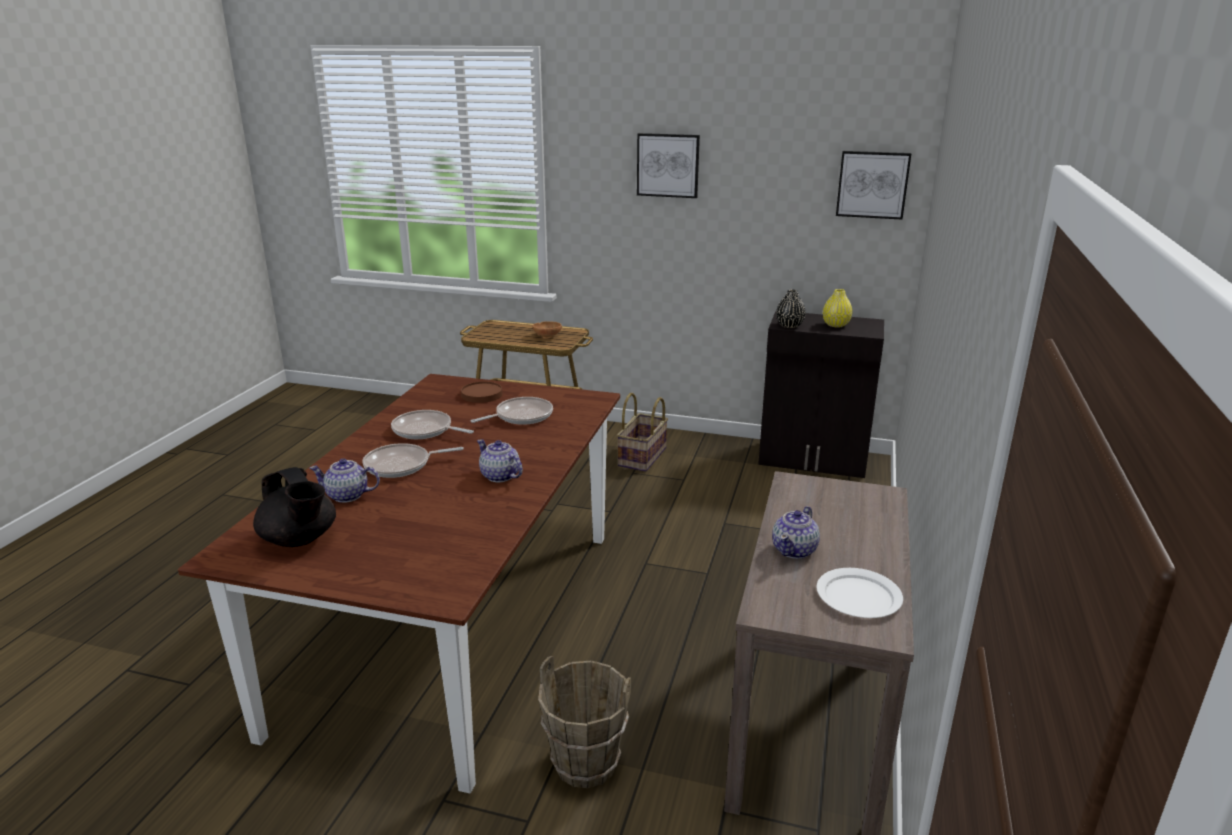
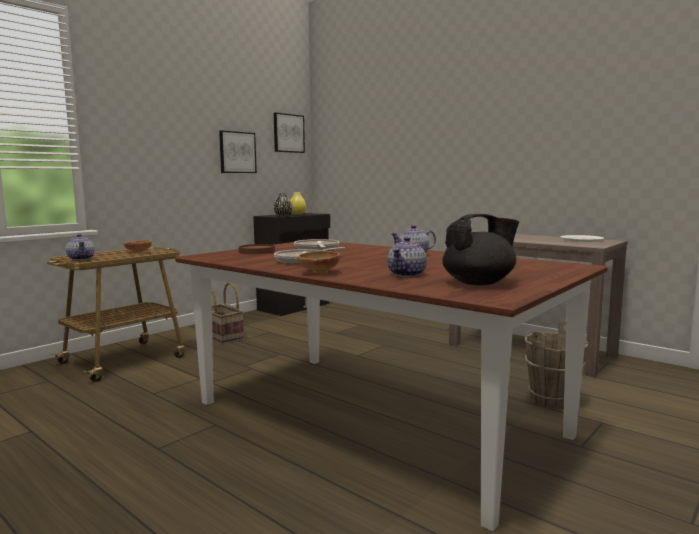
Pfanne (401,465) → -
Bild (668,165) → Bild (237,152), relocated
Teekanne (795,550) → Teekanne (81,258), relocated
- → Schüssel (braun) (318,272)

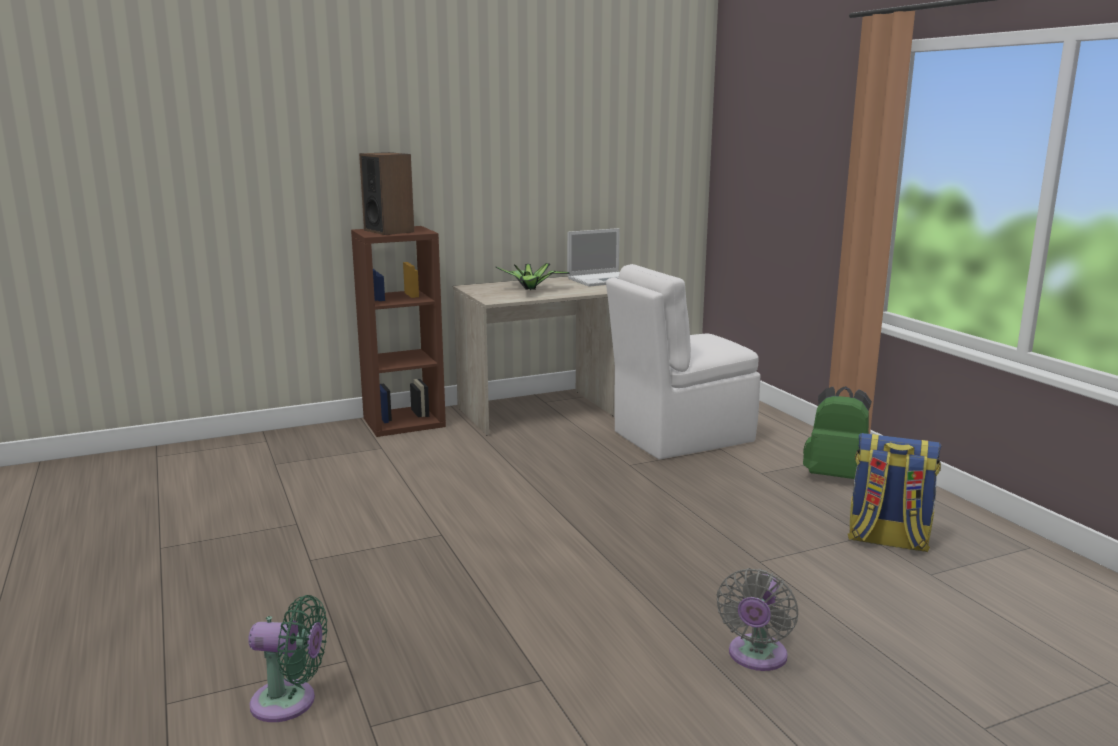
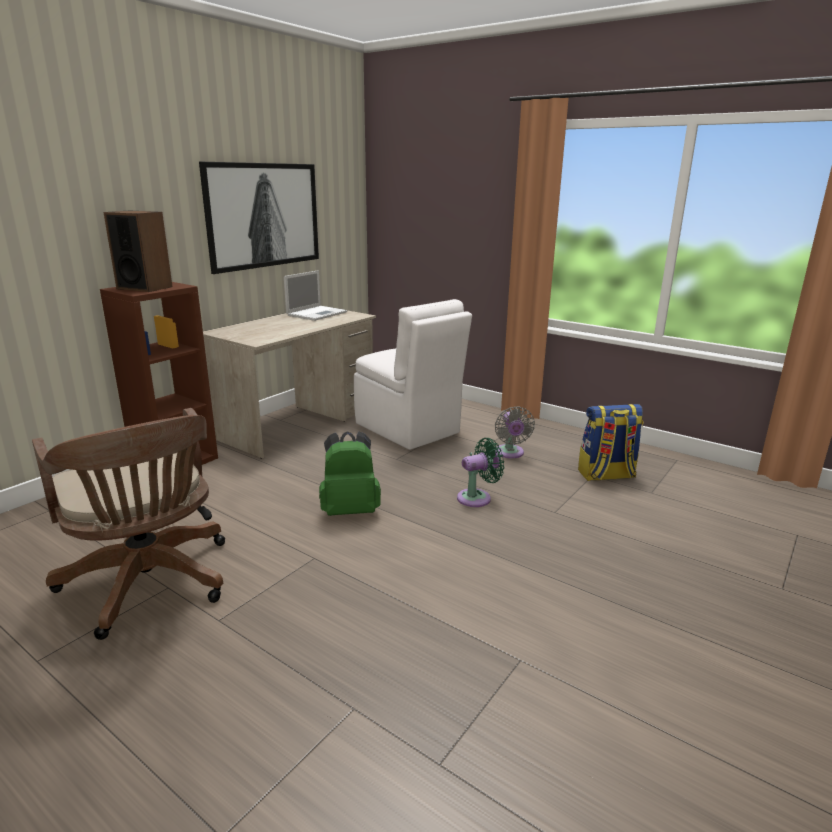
Ventilator (grün) (290,702) → Ventilator (grün) (477,497), relocated
Topfpflanze (532,289) → -
Stuhl (weiß) (679,437) → Stuhl (weiß) (408,429), 75 degrees counterclockwise
Ventilator (grau) (756,657) → Ventilator (grau) (510,453), relocated
Rucksack (grün) (836,476) → Rucksack (grün) (350,510), relocated
- → Bürostuhl (braun) (150,585)
- → Bild (263,215)

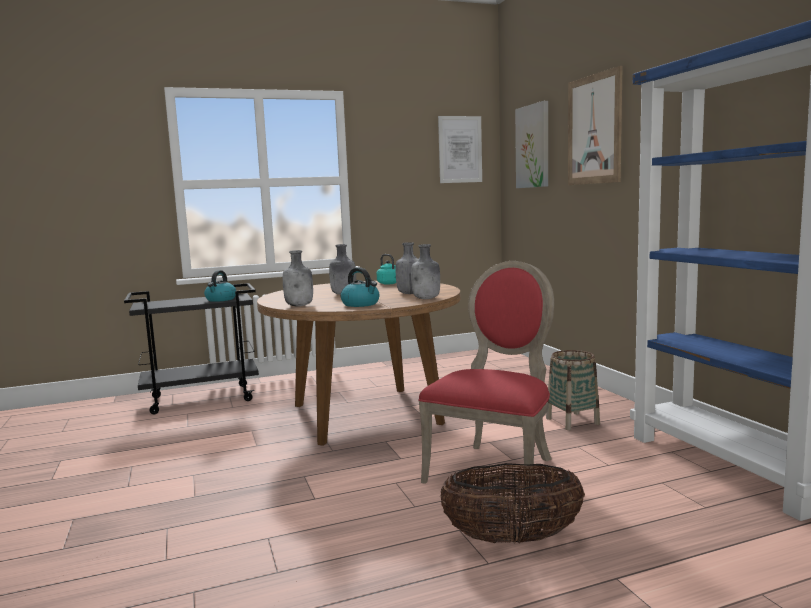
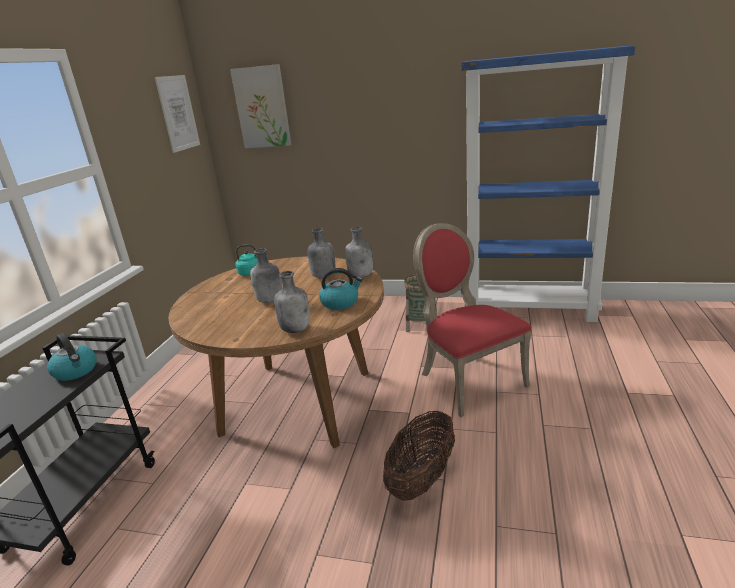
Korb (512,538) → Korb (421,478), relocated
Bild (594,130) → -

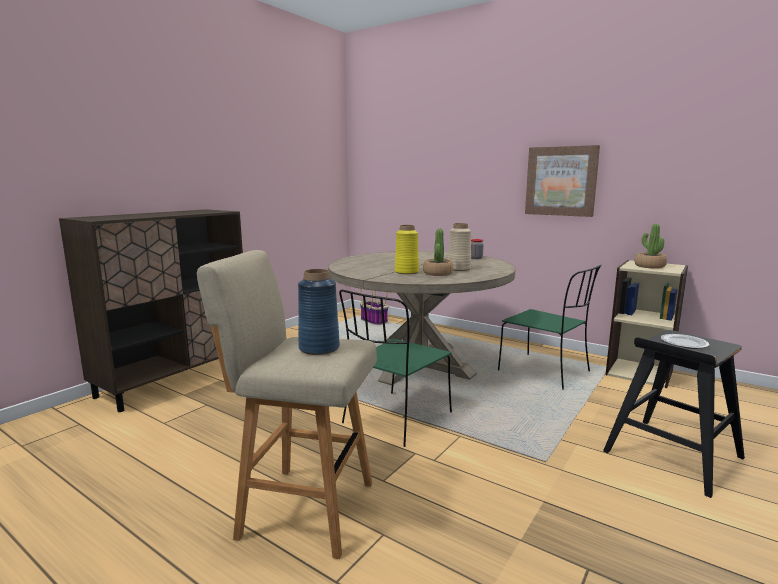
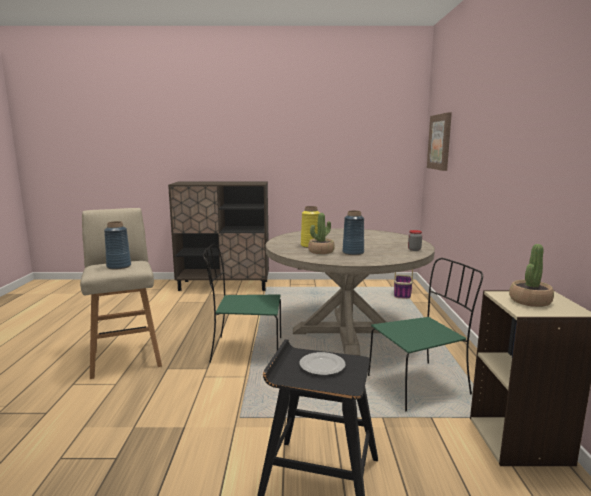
Vase (beige) (459,269) → Vase (blau) (353,252)
Stuhl (grün) (546,372) → Stuhl (grün) (420,384), 120 degrees counterclockwise
Bild (561,181) → Bild (440,142), relocated

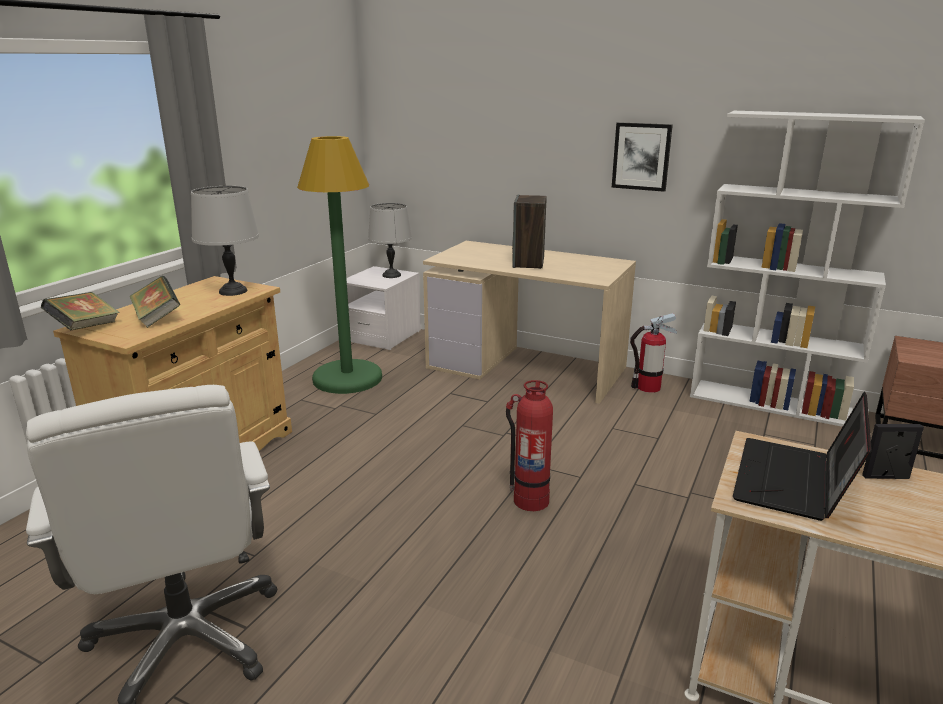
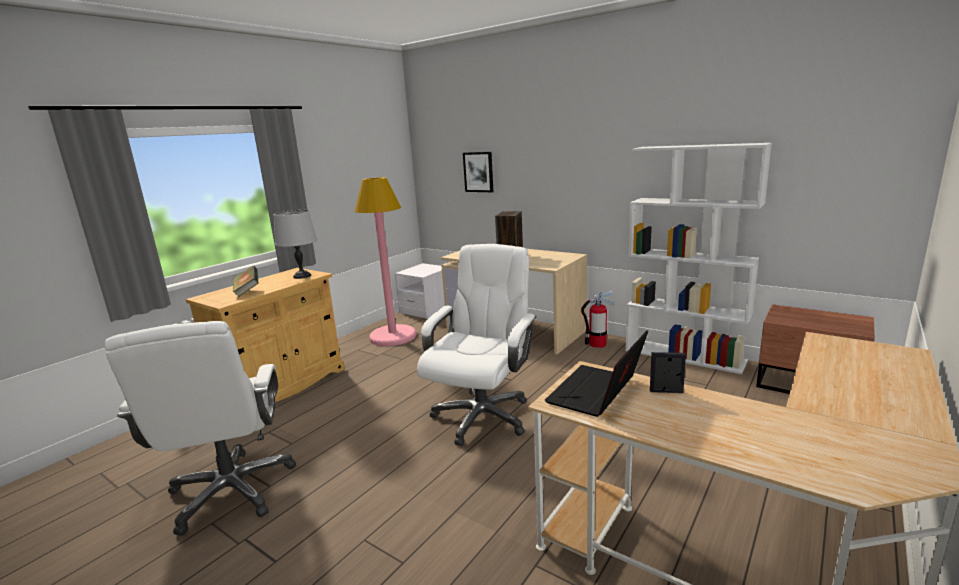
Buch (85,328) → -
Stehlampe (grün) (347,378) → Stehlampe (rosa) (393,336)
Tischlampe (grau) (391,275) → -
Feuerlöscher (530,500) → Bürostuhl (weiß) (482,416)
Bild (641,156) → Bild (478,172), relocated

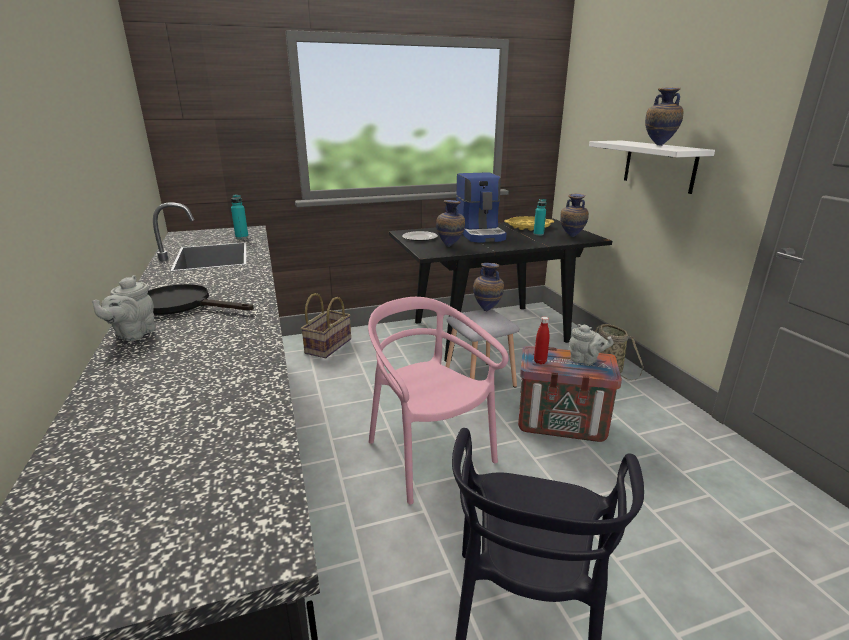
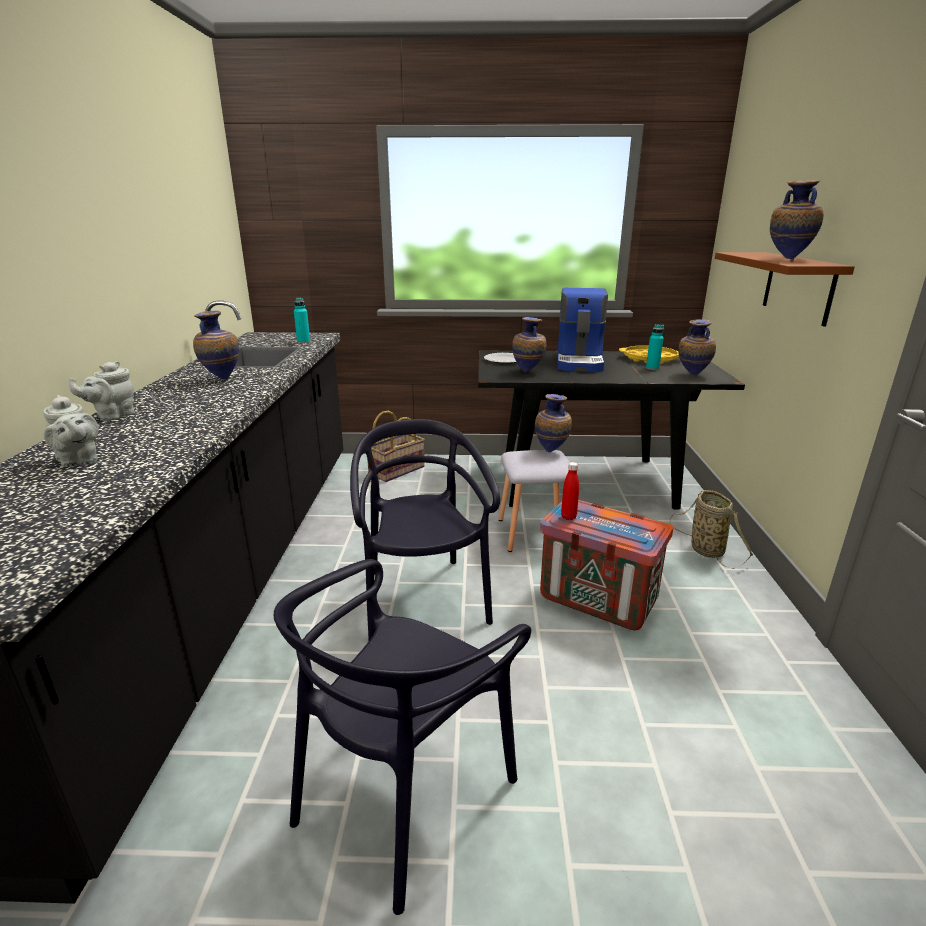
Pfanne (schwarz) (183,305) → -
Stuhl (rosa) (428,455) → Stuhl (schwarz) (423,599)
Teekanne (grau) (585,361) → Teekanne (grau) (78,461), relocated
Wandregal (weiß) (659,165) → Wandregal (braun) (798,287)
- → Vase (221,378)

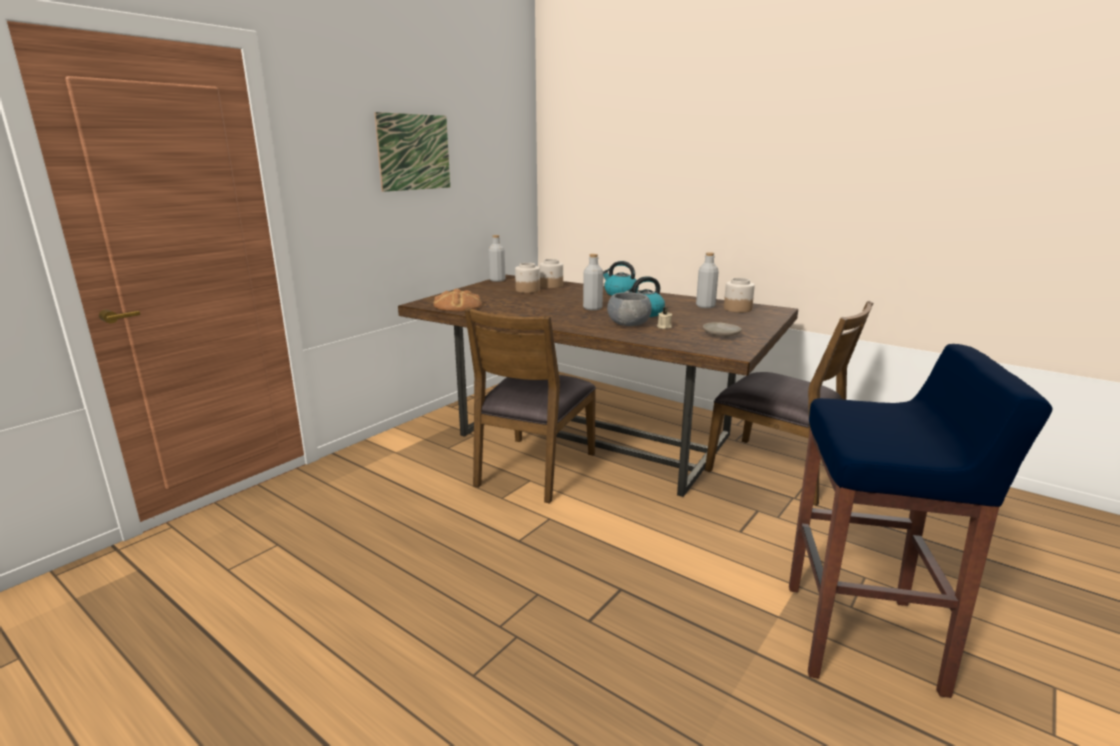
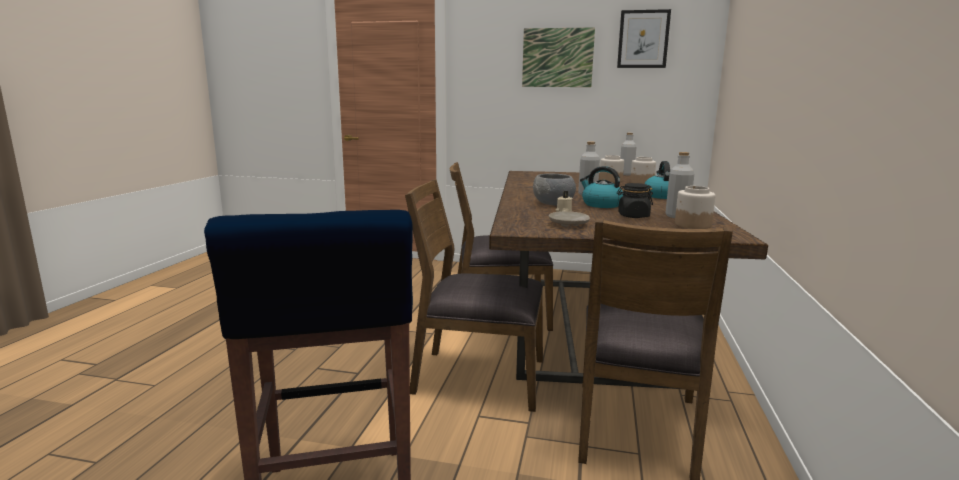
Brot (458,306) → -
- → Stuhl (braun) (478,377)
- → Bild (643,39)
- → Vorratsglas (schwarz) (633,216)

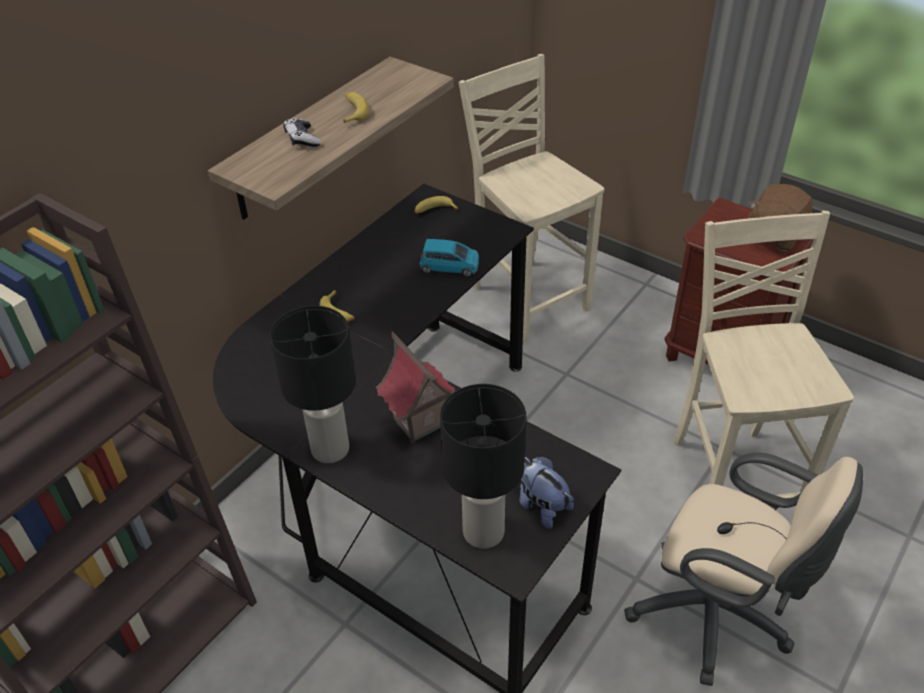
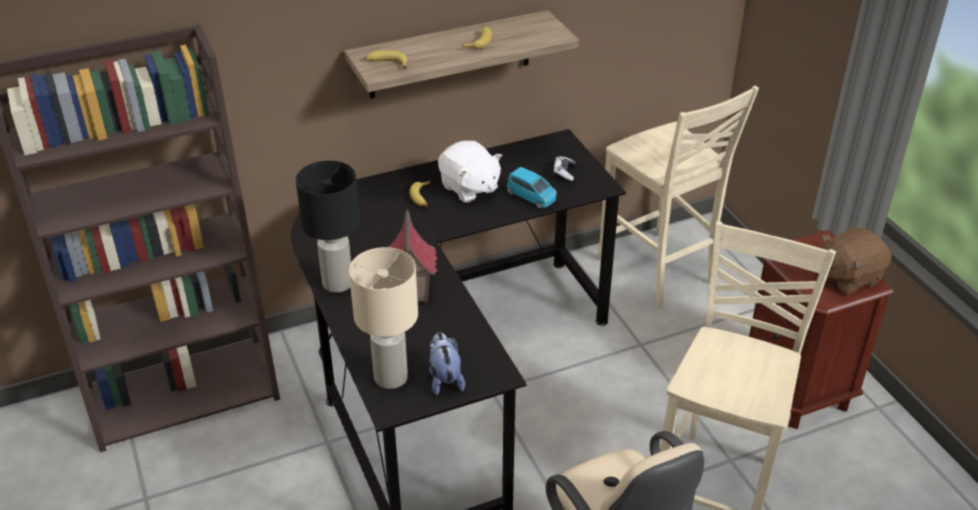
Gamepad (302,139) → Gamepad (564,173), relocated
Banane (434,210) → Banane (387,64), relocated
Tischlampe (schwarz) (484,531) → Tischlampe (beige) (392,377)
Stuhl (beige) (527,297) → Stuhl (beige) (658,272), 150 degrees clockwise
- → Plüschtier (weiß) (469,188)

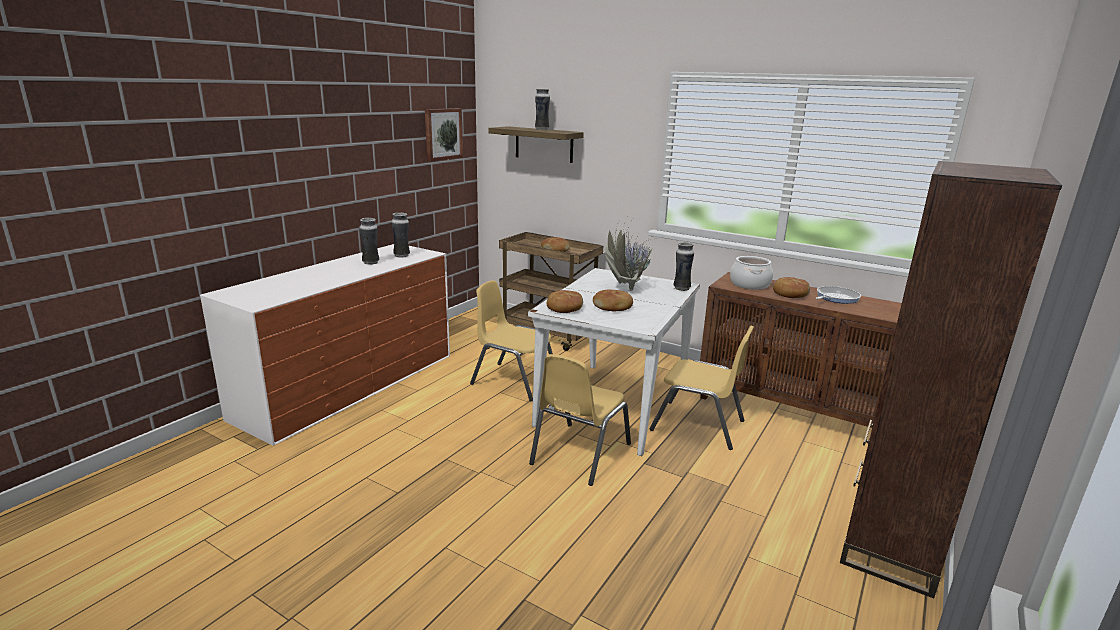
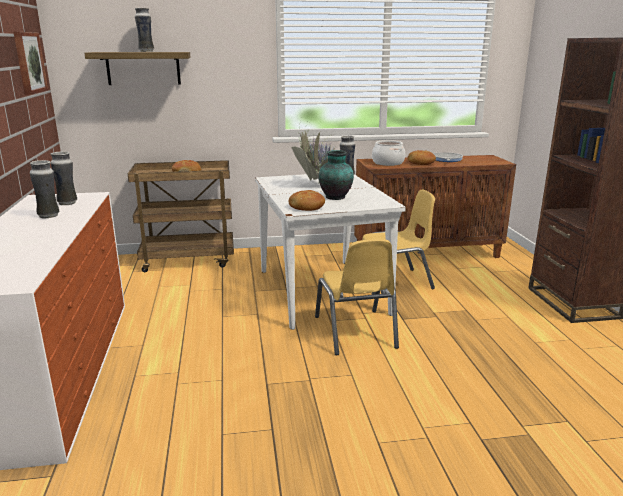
Stuhl (gelb) (514,381) → -
Brot (613,307) → Vase (336,197)

